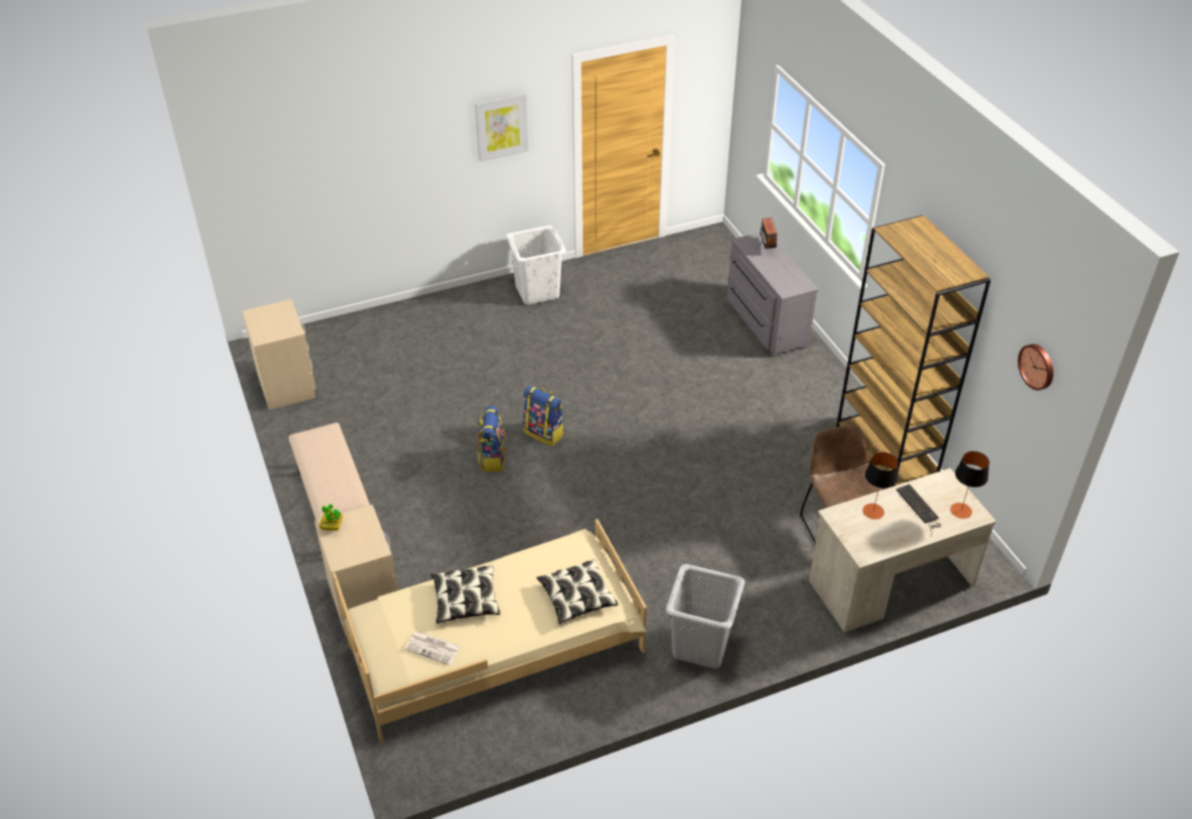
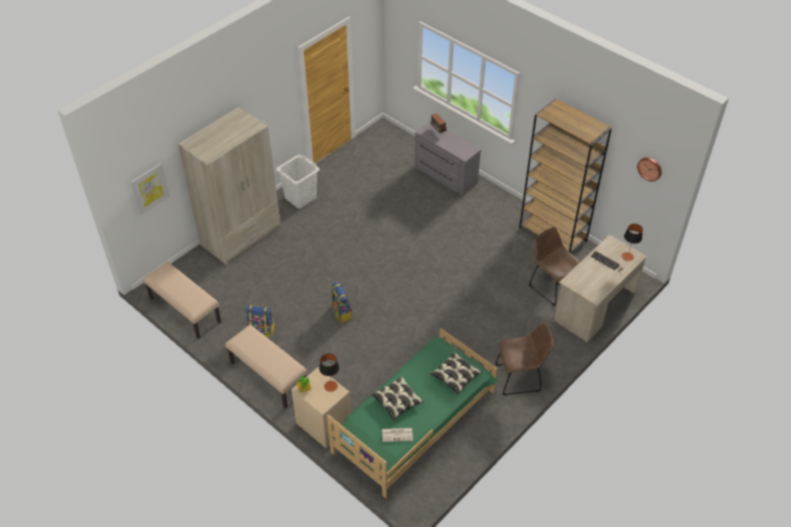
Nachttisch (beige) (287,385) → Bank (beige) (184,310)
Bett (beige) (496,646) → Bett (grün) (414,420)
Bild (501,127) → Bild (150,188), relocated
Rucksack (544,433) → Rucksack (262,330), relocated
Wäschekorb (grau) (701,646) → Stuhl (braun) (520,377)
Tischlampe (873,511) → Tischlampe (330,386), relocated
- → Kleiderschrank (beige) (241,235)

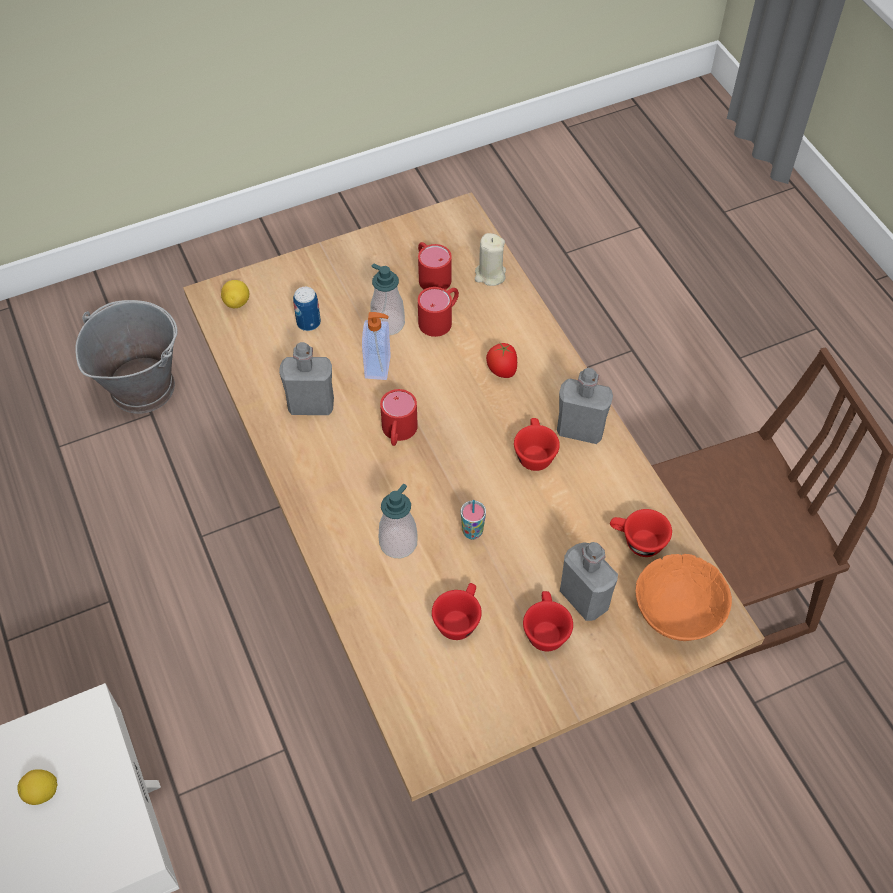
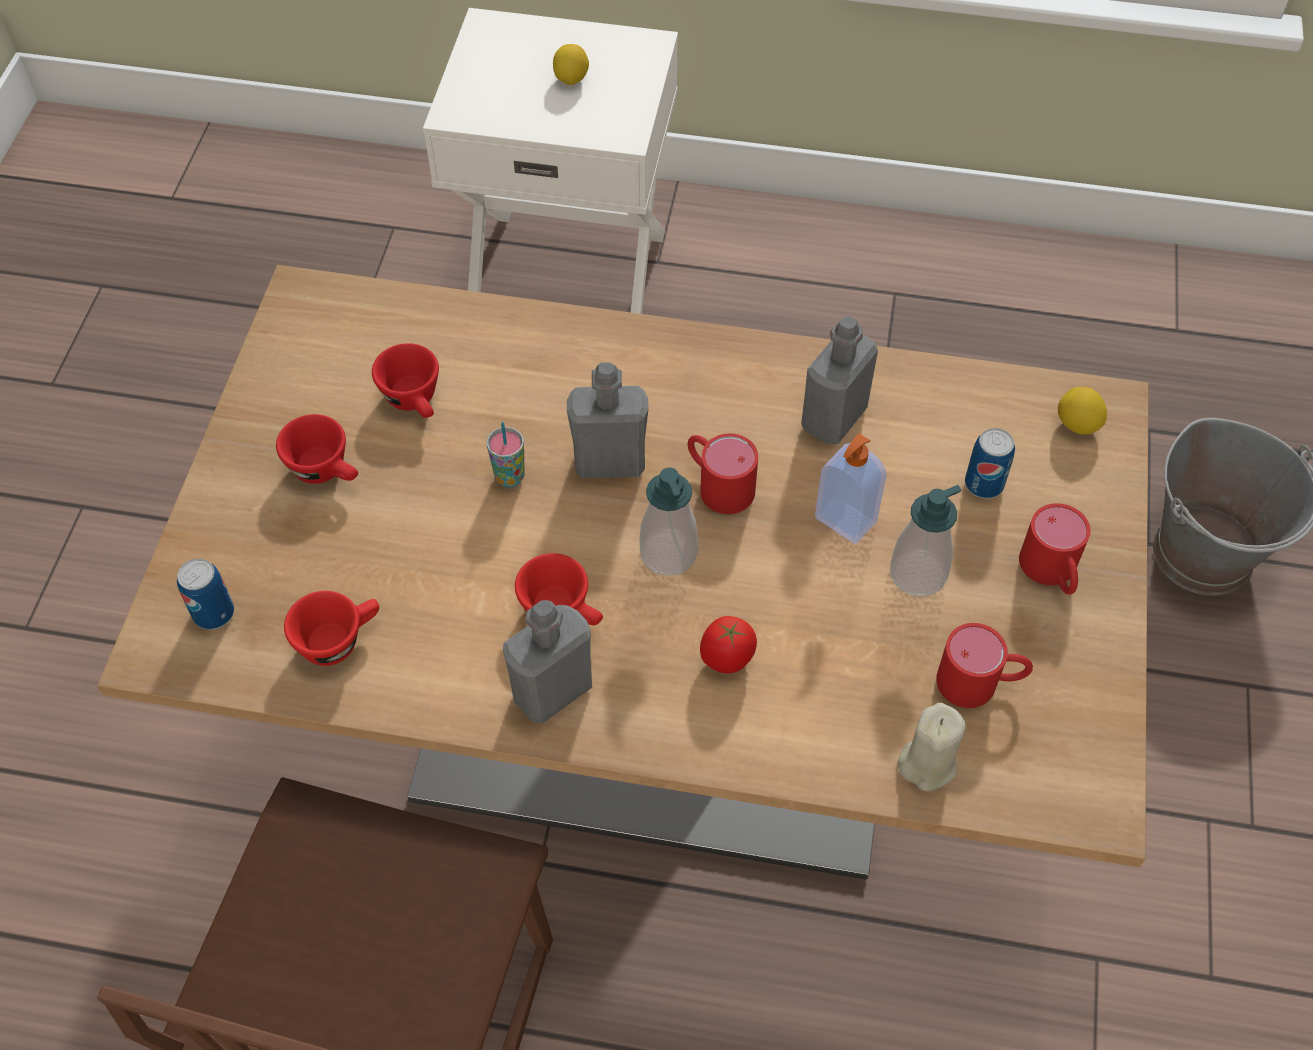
Seifenspender (398,543) → Seifenspender (668,553), relocated
Henkelbecher (rot) (440,319) → Henkelbecher (rot) (1052,573), relocated
Flasche (grau) (584,599) → Flasche (grau) (610,462), relocated
Schüssel (orange) (677,614) → Dose (214,613)

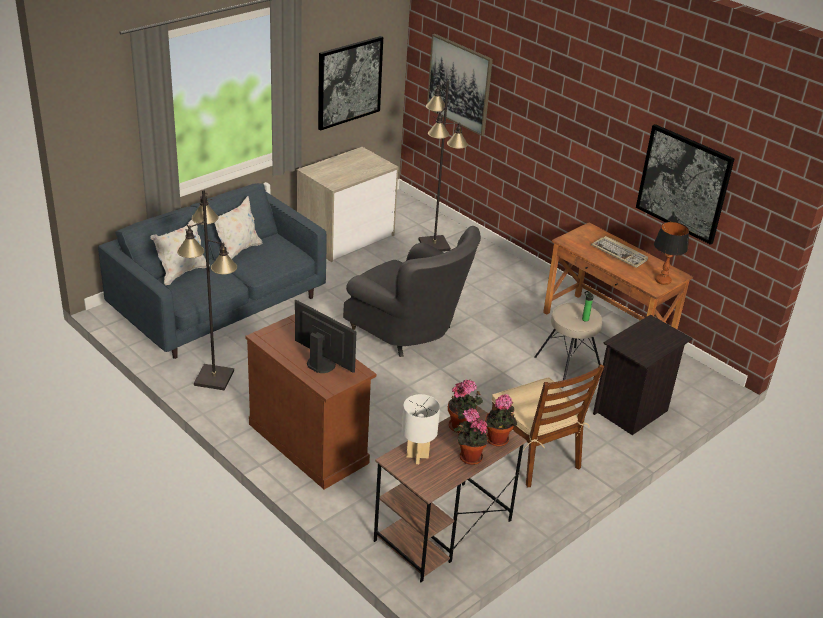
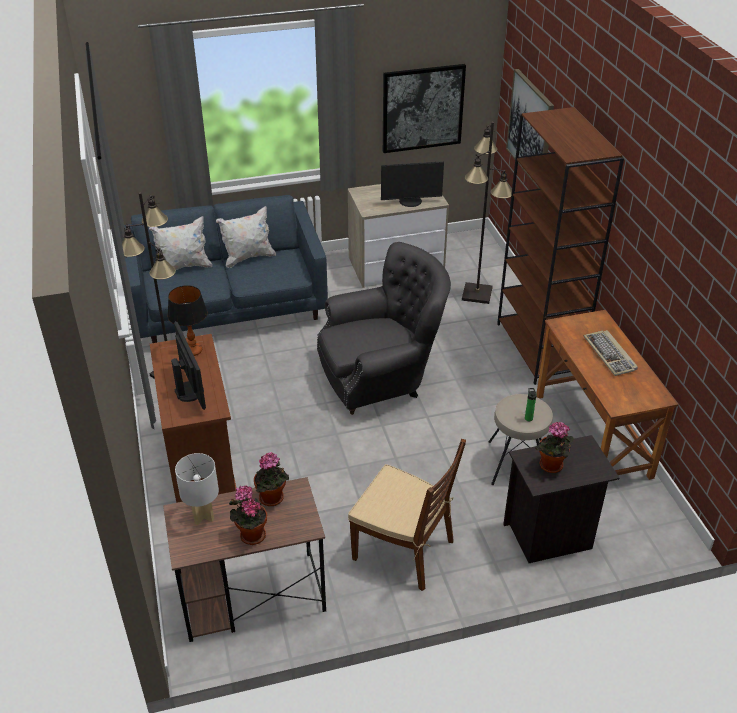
Sessel (grau) (409,332) → Sessel (grau) (381,378), 90 degrees counterclockwise
Topfpflanze (498,441) → Topfpflanze (551,467), relocated
Stuhl (braun) (535,456) → Stuhl (braun) (404,550), 60 degrees counterclockwise
Bild (684,183) → -
Tischlampe (662,281) → Tischlampe (193,351), relocated
- → Monitor (410,202)
- → Bücherregal (braun) (539,349)

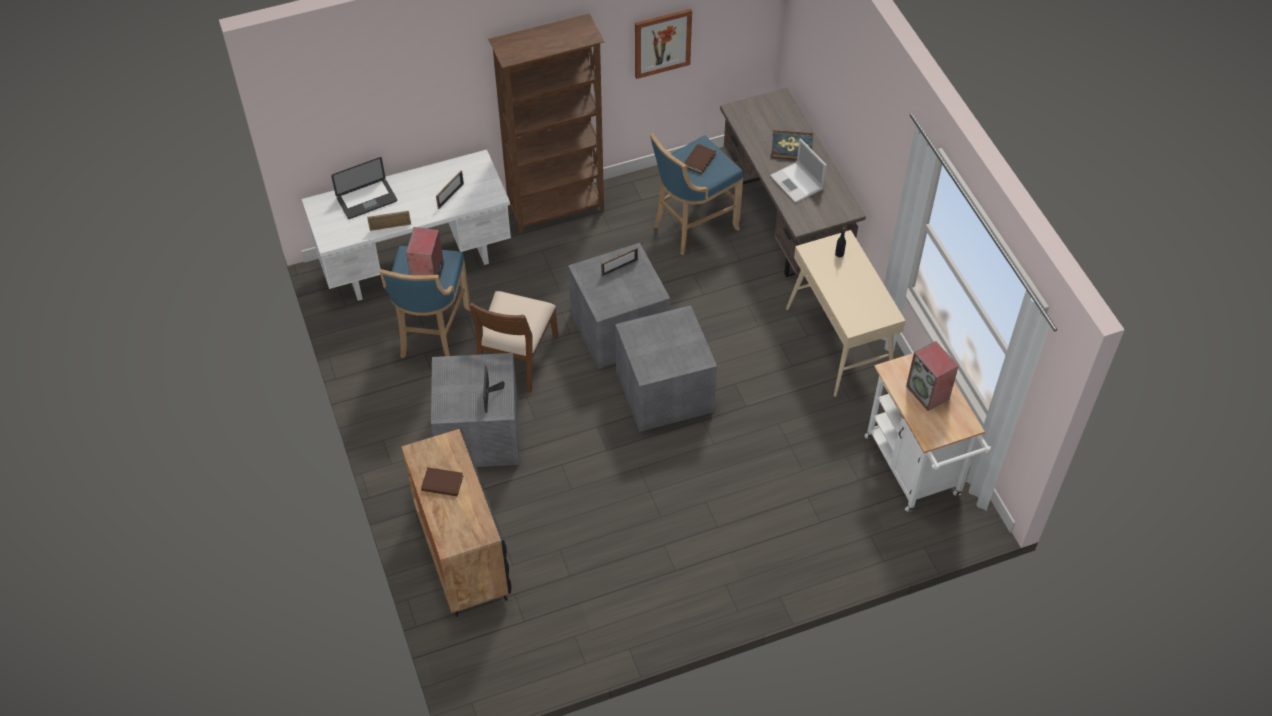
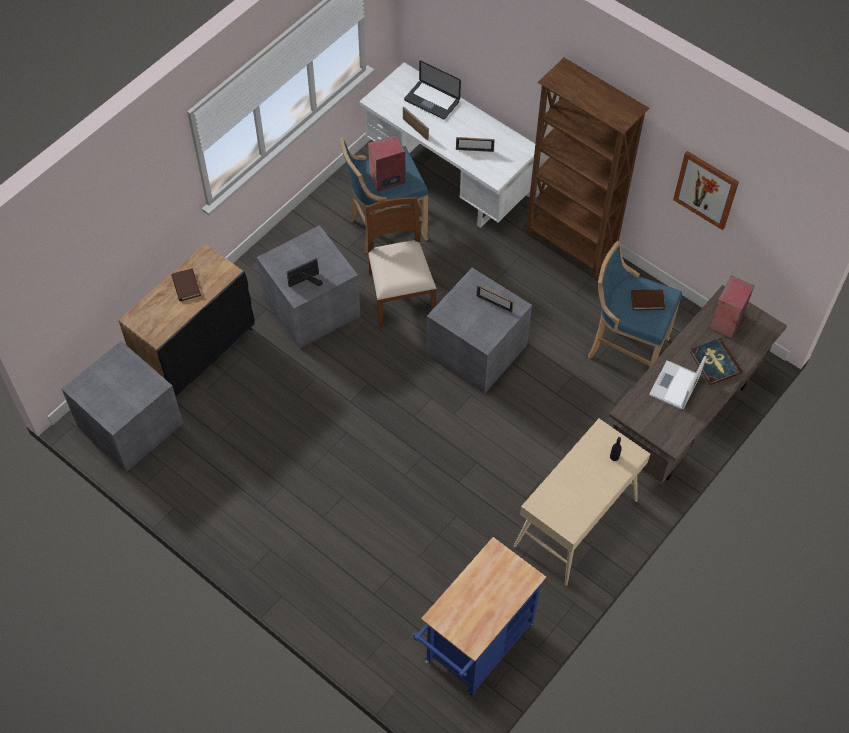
Stuhl (braun) (516,357) → Stuhl (braun) (400,294), 90 degrees clockwise
Aufbewahrungsbox (grau) (666,392) → Aufbewahrungsbox (grau) (130,426), relocated
Rollwagen (weiß) (915,471) → Rollwagen (blau) (475,649)
Lautsprecher (928,393) → Lautsprecher (726,322), relocated

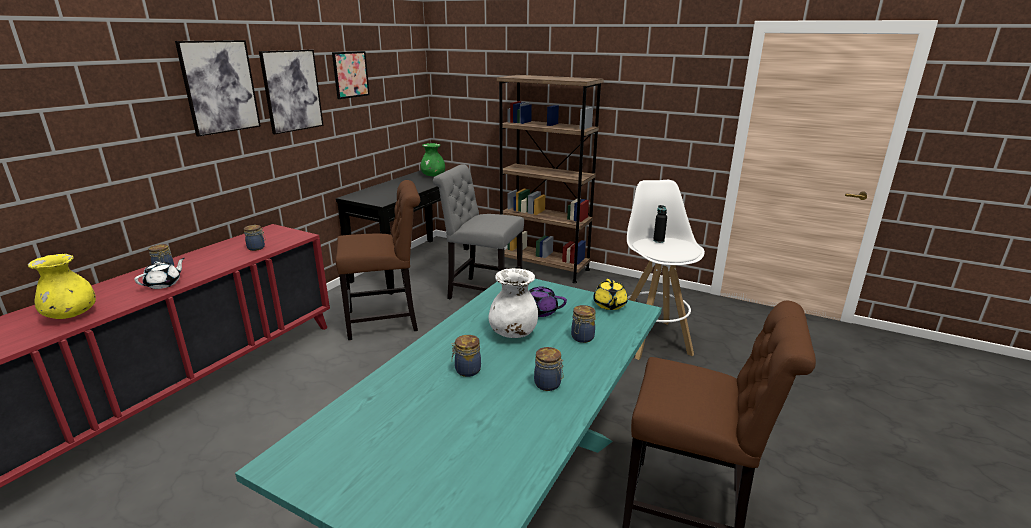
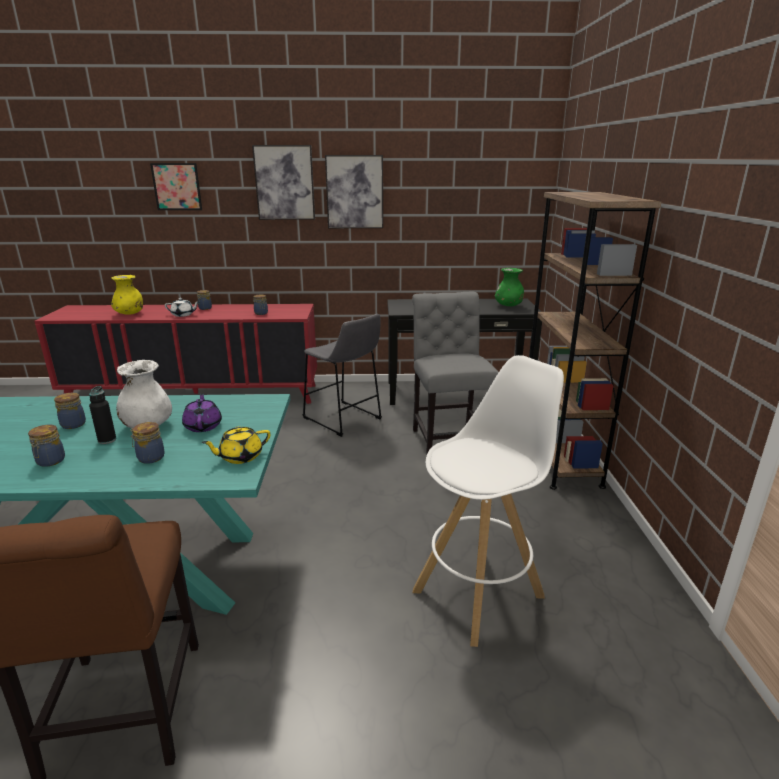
Bild (350,74) → Bild (177,186), relocated
Stuhl (braun) (387,321) → Hocker (grau) (344,420)
Flasche (schwarz) (658,241) → Flasche (schwarz) (107,440), relocated

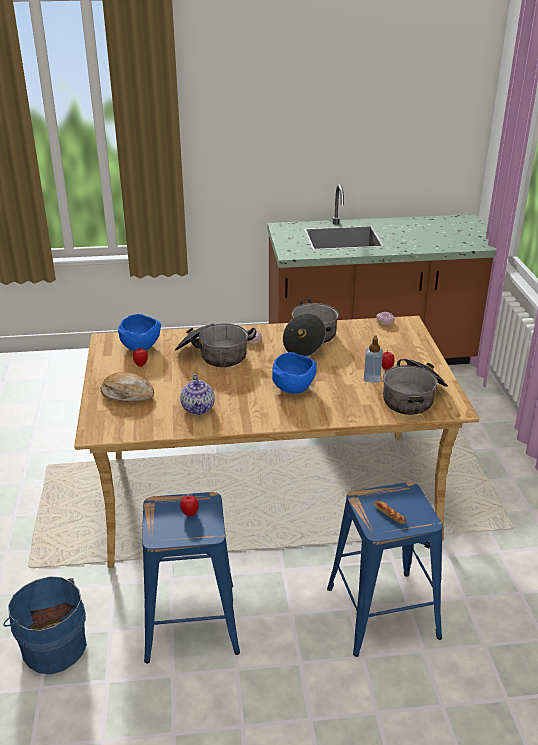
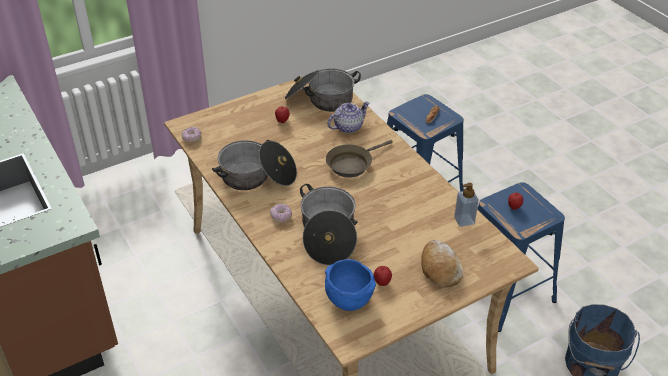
Teekanne (198,408) → Teekanne (348,127), relocated
Schüssel (blau) (293,388) → Pfanne (braun) (352,164)
Seifenspender (372,378) → Seifenspender (464,220), relocated

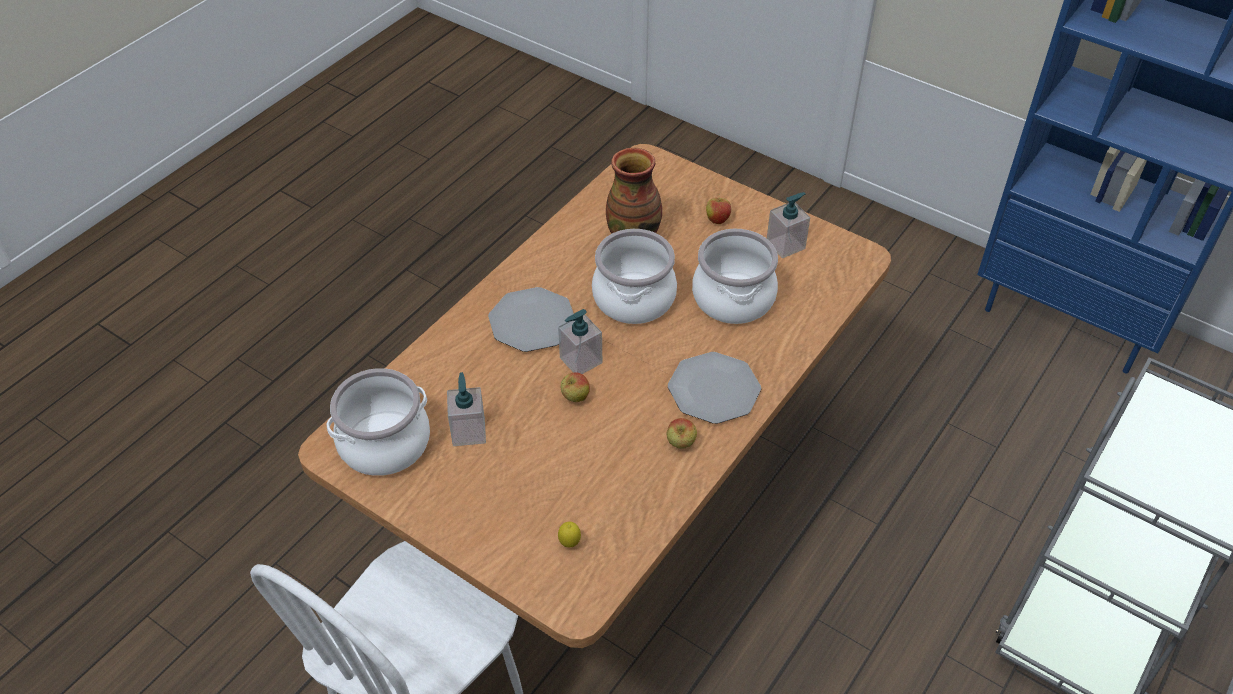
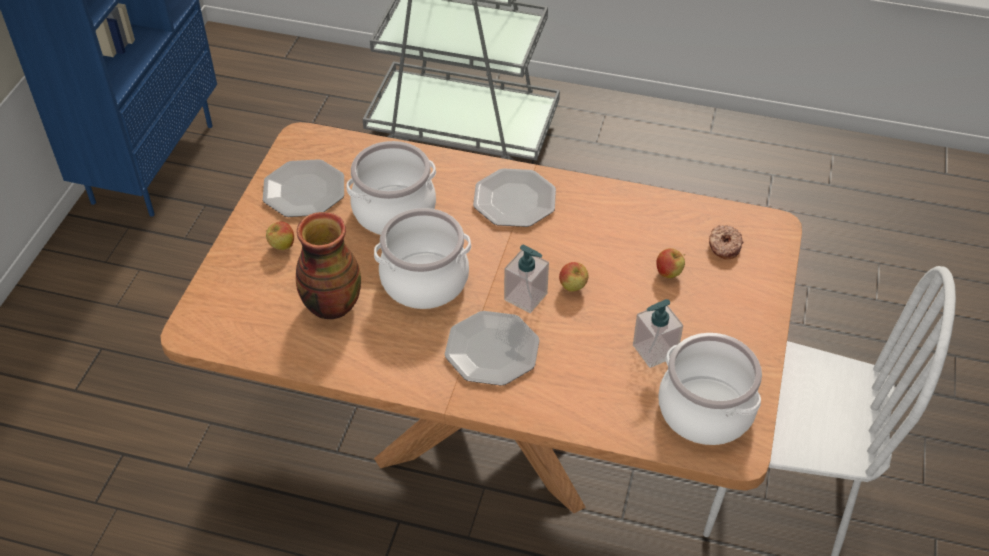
Zitrone (569,543) → Donut (724,246)
Apfel (681,444) → Apfel (668,273), relocated
Seifenspender (785,245) → Teller (304,190)

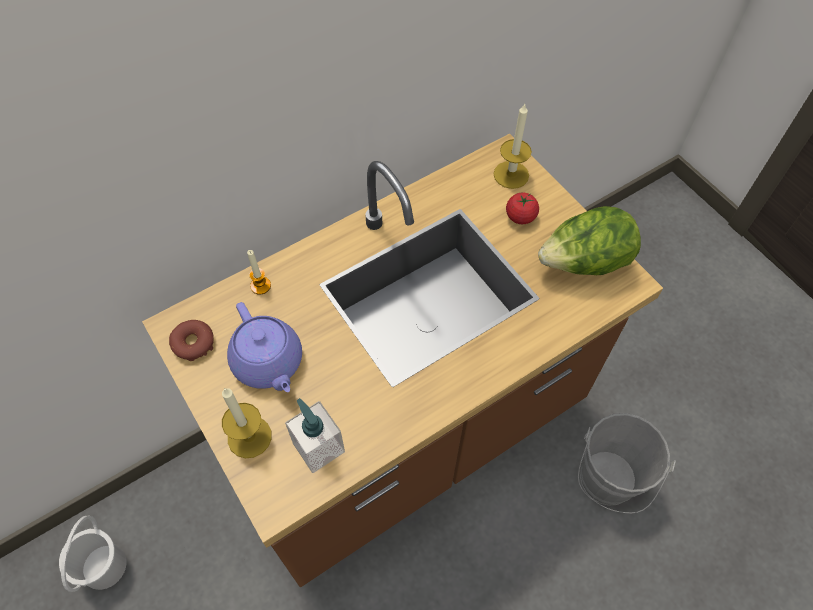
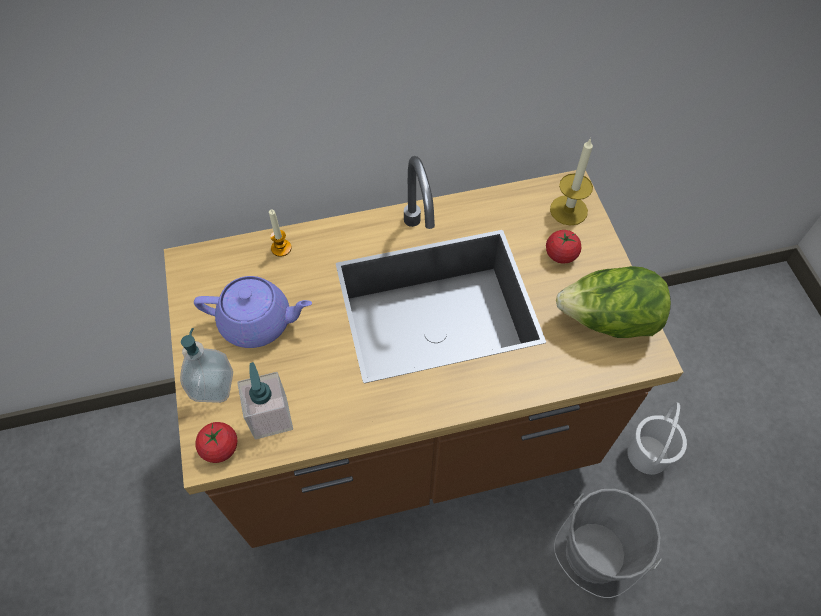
Eimer (weiß) (105,566) → Eimer (weiß) (648,454), relocated
Donut (193,343) → -
Kerze (249,437) → Seifenspender (212,386)
Teekanne (lila) (268,363) → Teekanne (lila) (258,322), 75 degrees counterclockwise
- → Tomate (220,448)

